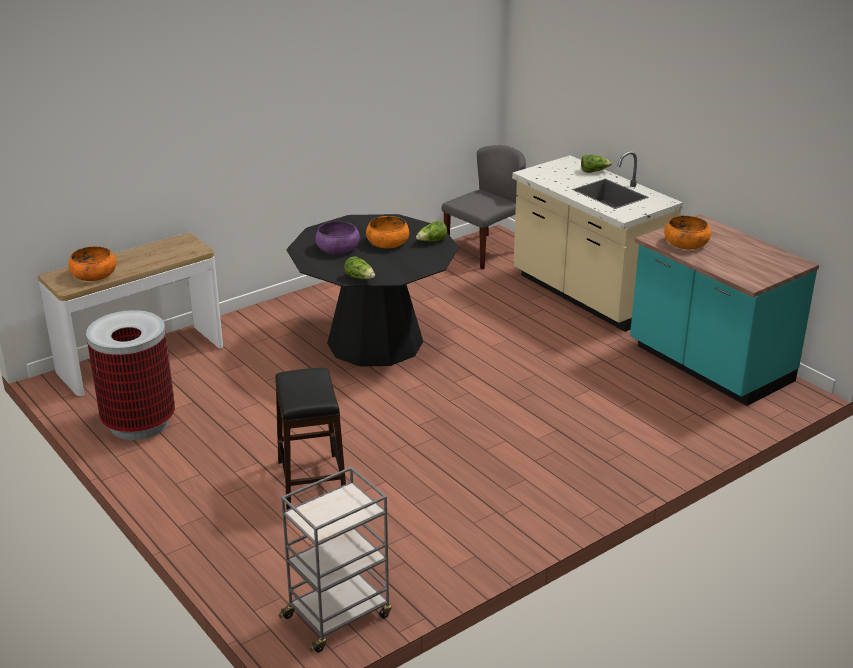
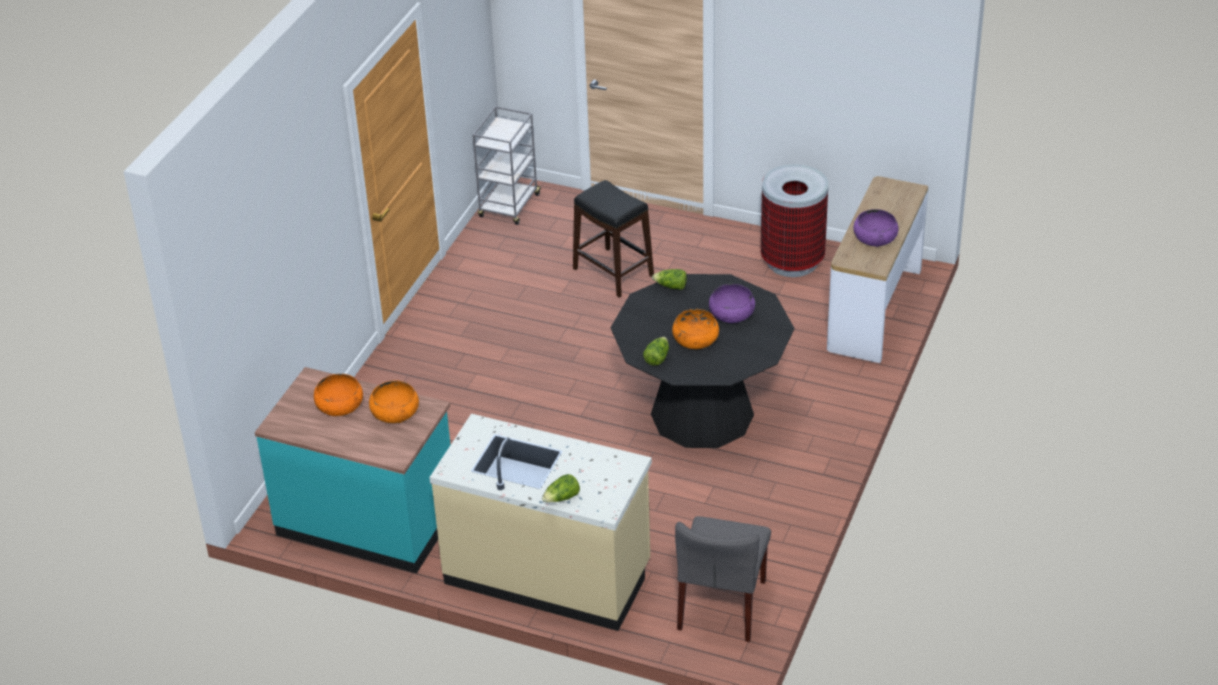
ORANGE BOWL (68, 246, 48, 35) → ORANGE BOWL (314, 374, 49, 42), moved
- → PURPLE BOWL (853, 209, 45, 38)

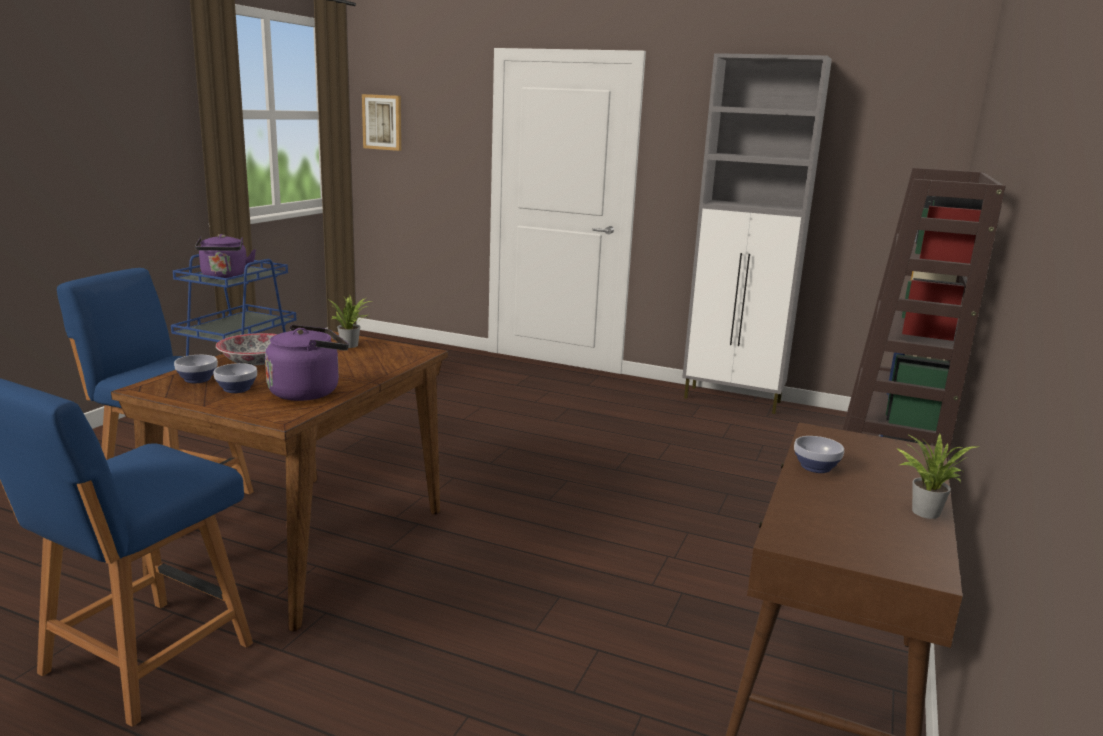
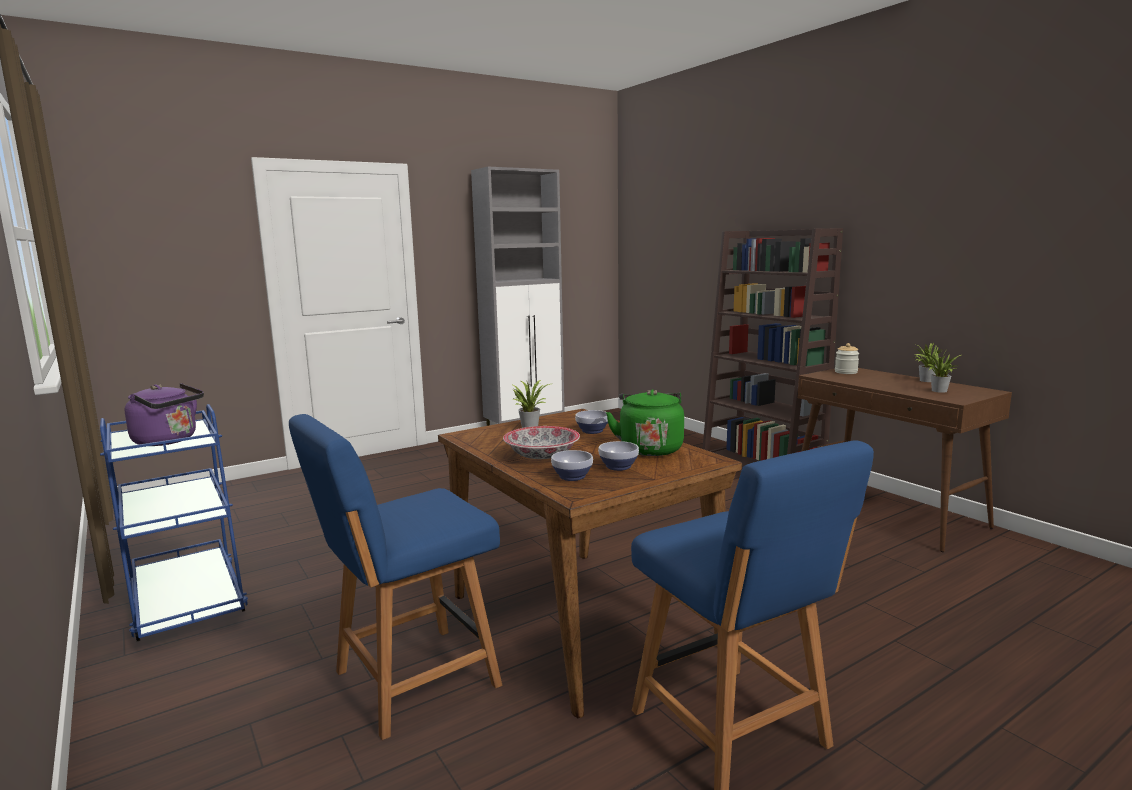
PICTURE (362, 94, 39, 57) → -
PURPLE KETTLE (265, 325, 84, 76) → GREEN KETTLE (606, 389, 78, 67)
BOWL (794, 436, 50, 37) → BOWL (575, 410, 33, 24), moved
- → JAR (835, 343, 24, 31)
- → POTTED PLANT (924, 351, 37, 42)

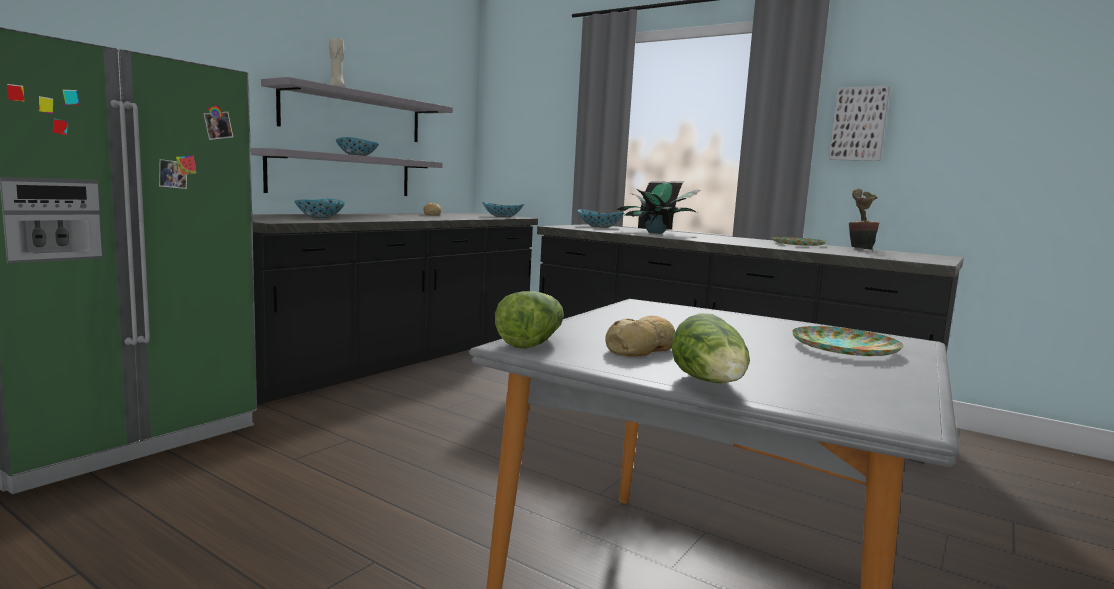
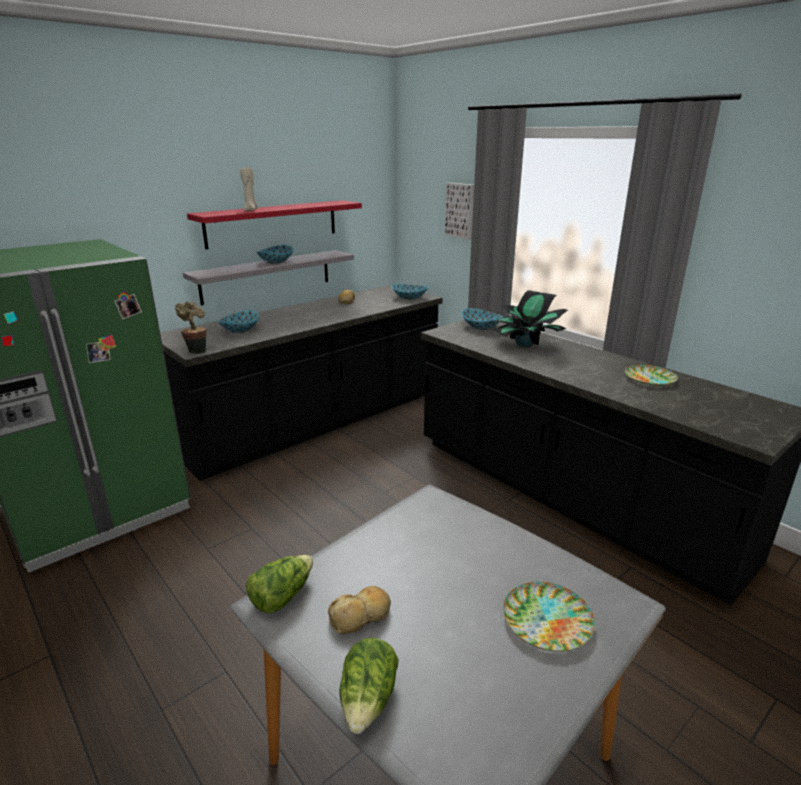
GREY SHELF (261, 77, 192, 65) → RED SHELF (187, 200, 175, 49)
PICTURE (829, 86, 61, 75) → PICTURE (445, 183, 29, 56), moved
POTTED PLANT (849, 189, 31, 61) → POTTED PLANT (175, 301, 31, 53), moved

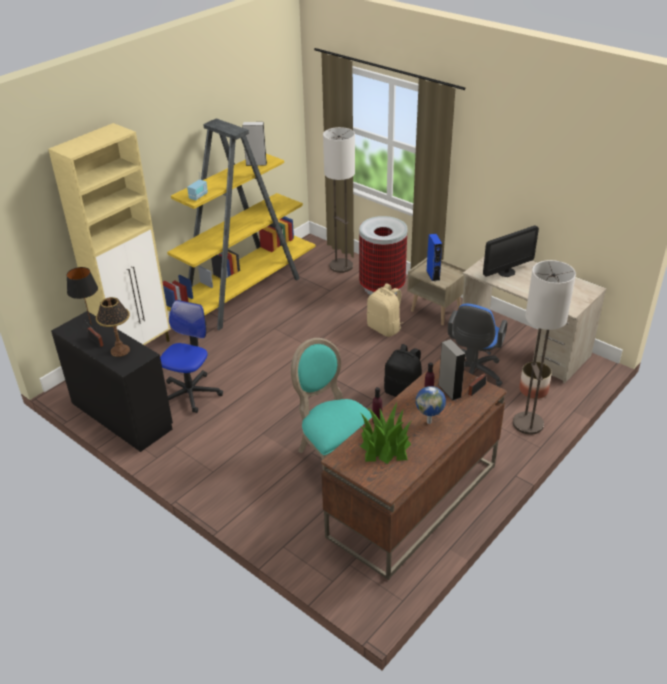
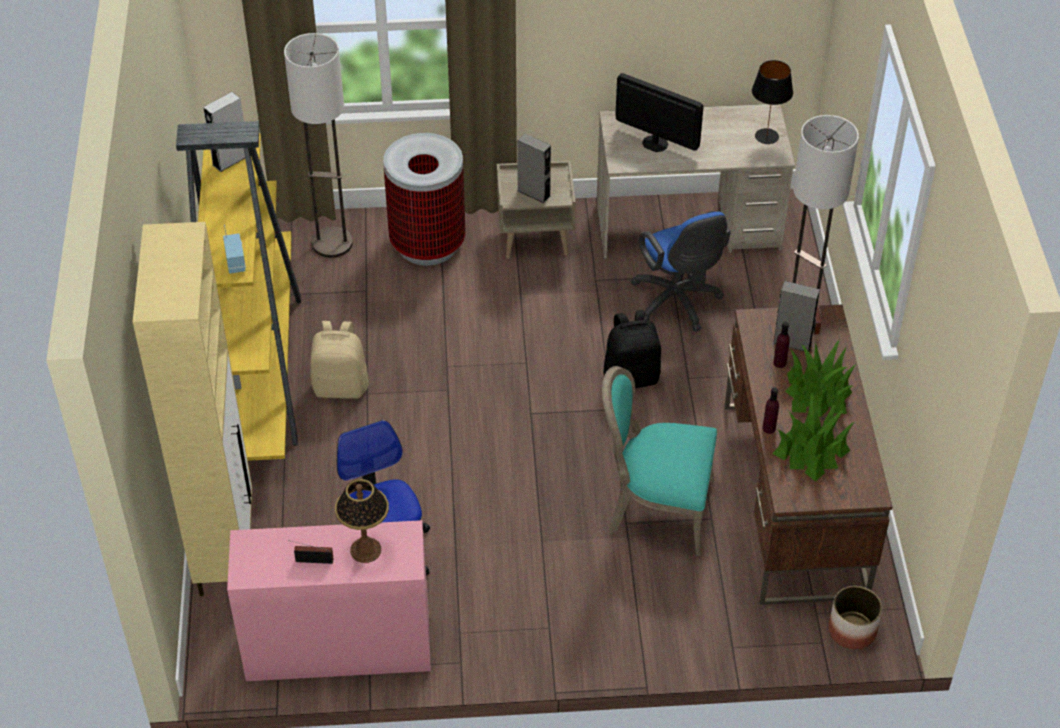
MONITOR (483, 226, 56, 51) → MONITOR (616, 73, 87, 79), 75 degrees counterclockwise
BLUE SPEAKER (427, 234, 15, 48) → GREY SPEAKER (517, 133, 34, 70)
BLACK TABLE LAMP (67, 267, 33, 63) → BLACK TABLE LAMP (752, 60, 41, 84), moved
BEIGE BACKPACK (367, 283, 36, 54) → BEIGE BACKPACK (311, 321, 57, 78), moved
BLACK DESK (51, 311, 122, 141) → PINK DESK (227, 520, 204, 161)
PLANTER (519, 362, 33, 37) → PLANTER (828, 586, 54, 63), moved
GLOBE (416, 386, 30, 38) → POTTED PLANT (785, 340, 71, 77)

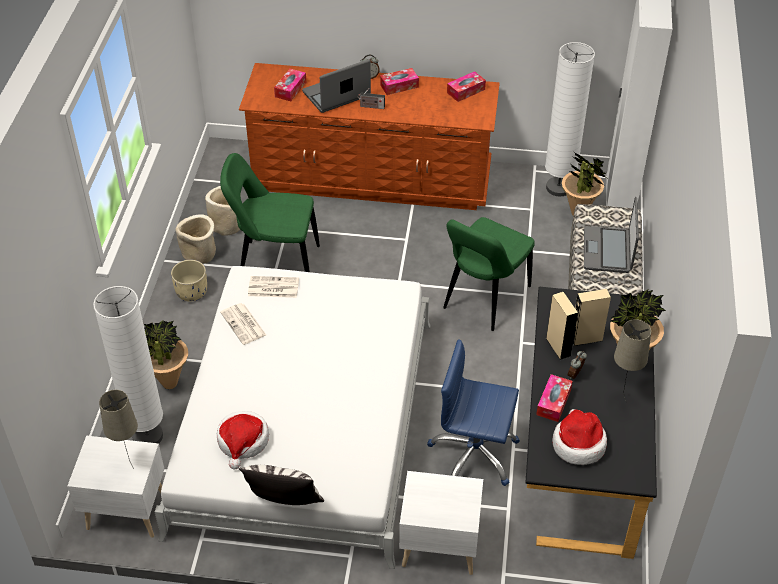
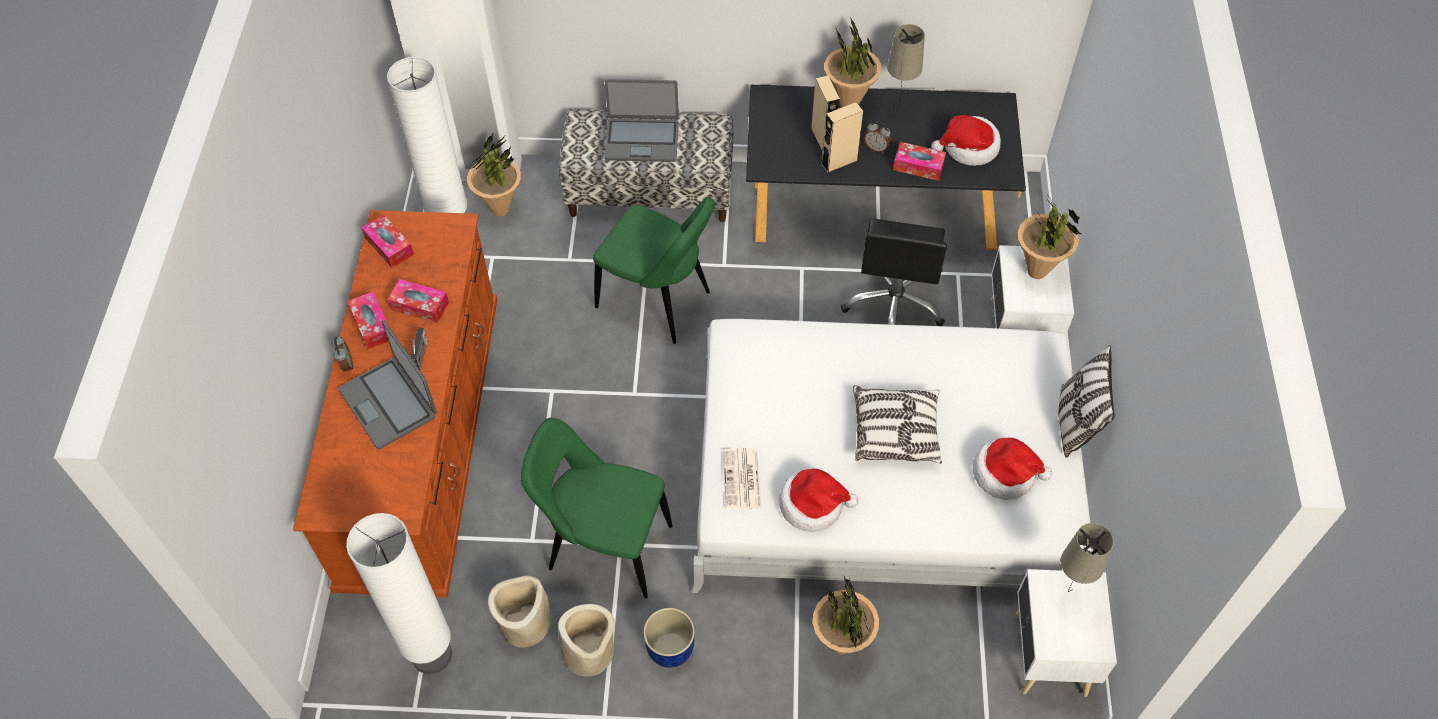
TISSUE BOX (274, 69, 32, 32) → TISSUE BOX (387, 279, 62, 44), moved
GREEN CHAIR (220, 153, 100, 119) → GREEN CHAIR (521, 418, 151, 180), 105 degrees clockwise
BEIGE PLANTER (171, 260, 36, 42) → BLUE PLANTER (643, 608, 52, 60)
WHITE FLOOR LAMP (93, 286, 70, 157) → WHITE FLOOR LAMP (346, 513, 106, 161), moved
NEWSPAPER (220, 303, 46, 42) → HAT (779, 469, 79, 63)
BLUE OFFICE CHAIR (427, 339, 93, 147) → BLACK OFFICE CHAIR (841, 218, 106, 108)
- → POTTED PLANT (1018, 191, 63, 88)
- → PILLOW (853, 385, 89, 78)

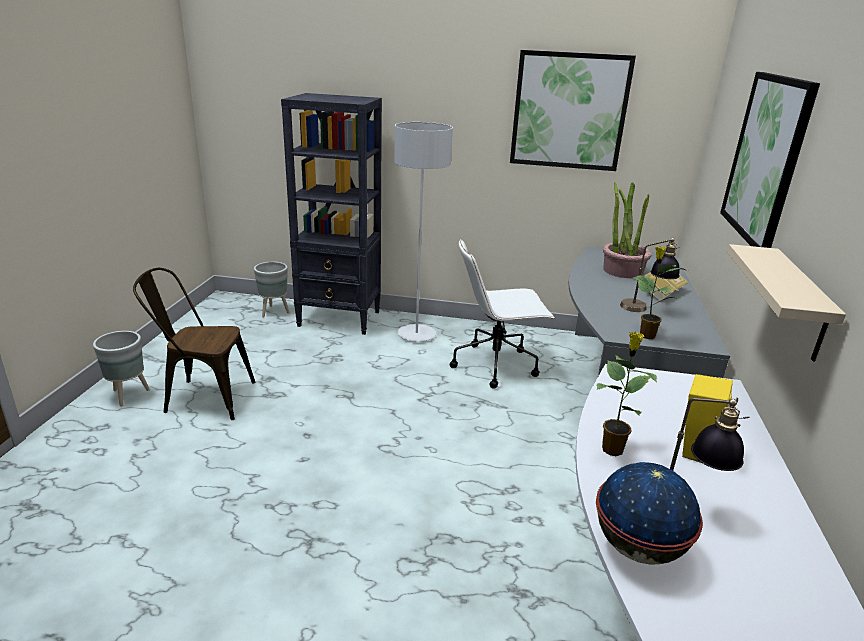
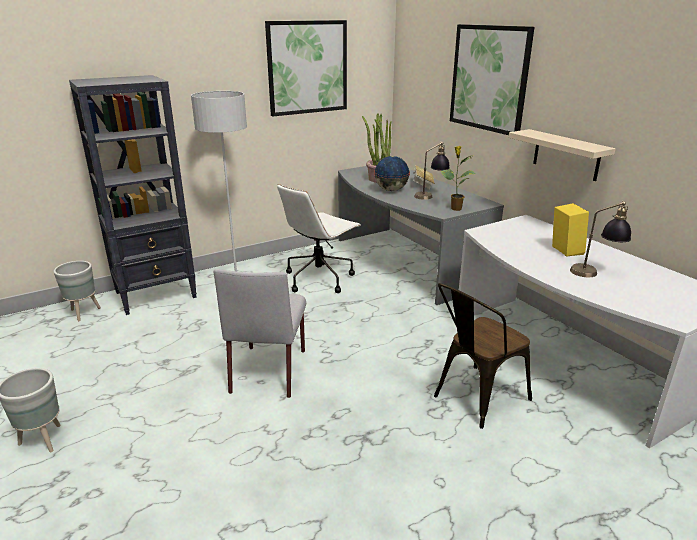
BROWN CHAIR (133, 268, 123, 152) → BROWN CHAIR (434, 283, 98, 146), moved
POTTED PLANT (597, 332, 60, 124) → -
GLOBE (596, 462, 107, 103) → GLOBE (374, 156, 36, 35), moved
- → GREY CHAIR (214, 269, 92, 129)

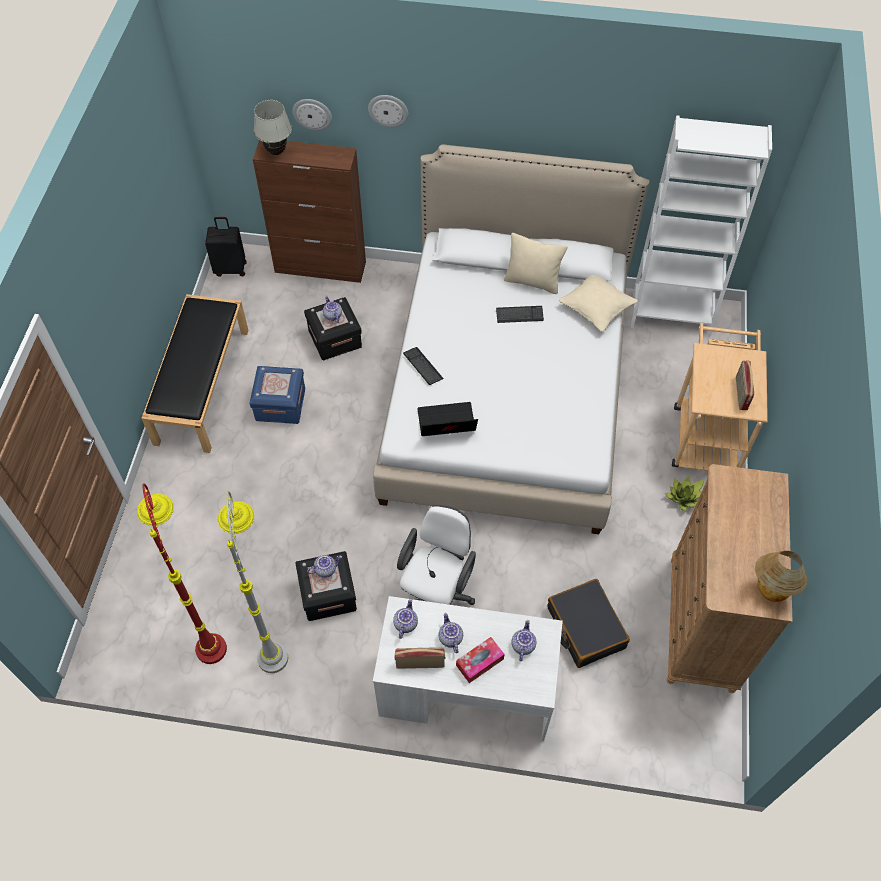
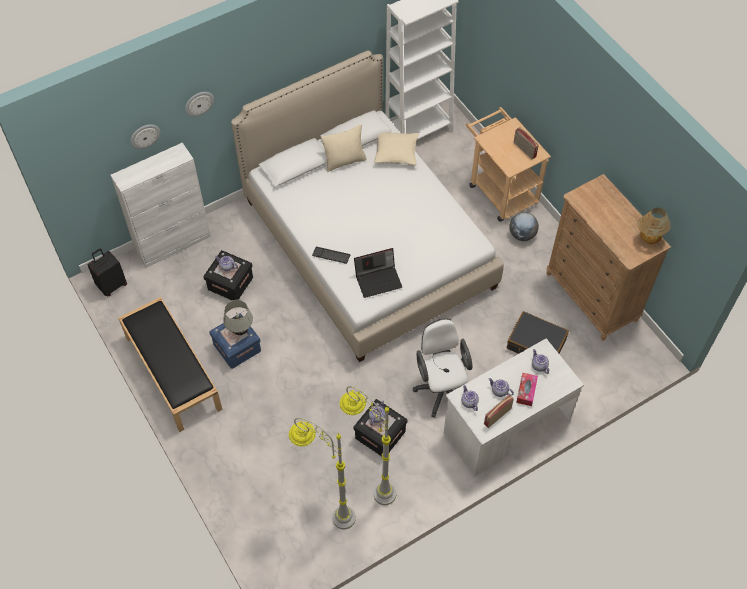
WHITE TABLE LAMP (254, 100, 38, 55) → WHITE TABLE LAMP (223, 300, 30, 35), moved
BROWN CABINET (253, 140, 113, 143) → WHITE CABINET (111, 142, 100, 126)
KEYBOARD (496, 306, 48, 17) → -
LAPTOP (417, 402, 61, 34) → LAPTOP (354, 248, 48, 50), 150 degrees counterclockwise
POTTED PLANT (664, 476, 40, 35) → GLOBE (509, 212, 30, 29)
RED FLOOR LAMP (137, 483, 90, 181) → GREY FLOOR LAMP (289, 417, 67, 112)

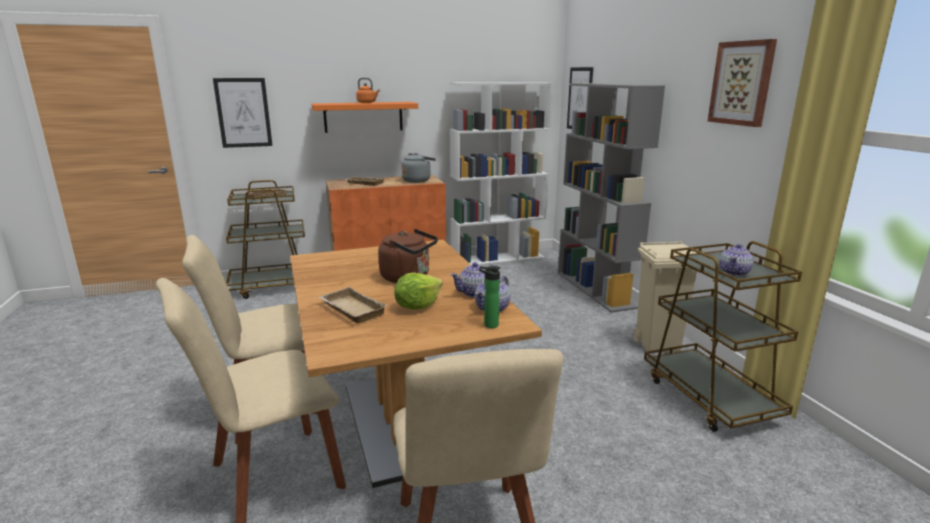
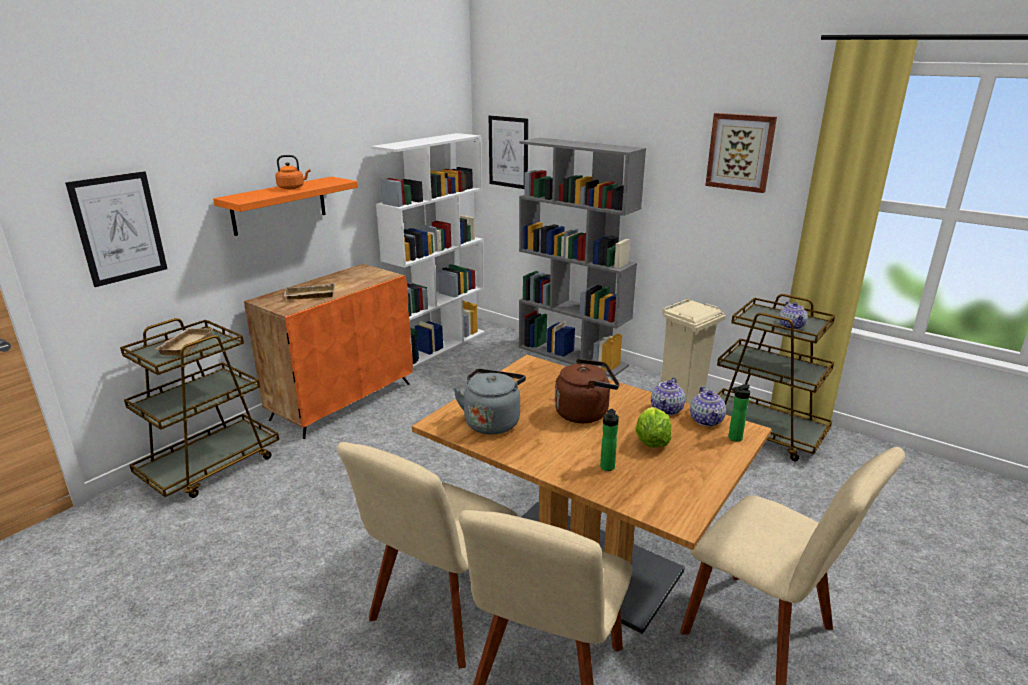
GREY KETTLE (401, 153, 35, 30) → GREY KETTLE (453, 369, 73, 65), moved
BEIGE TRAY (319, 287, 68, 36) → BOTTLE (600, 409, 19, 62)

